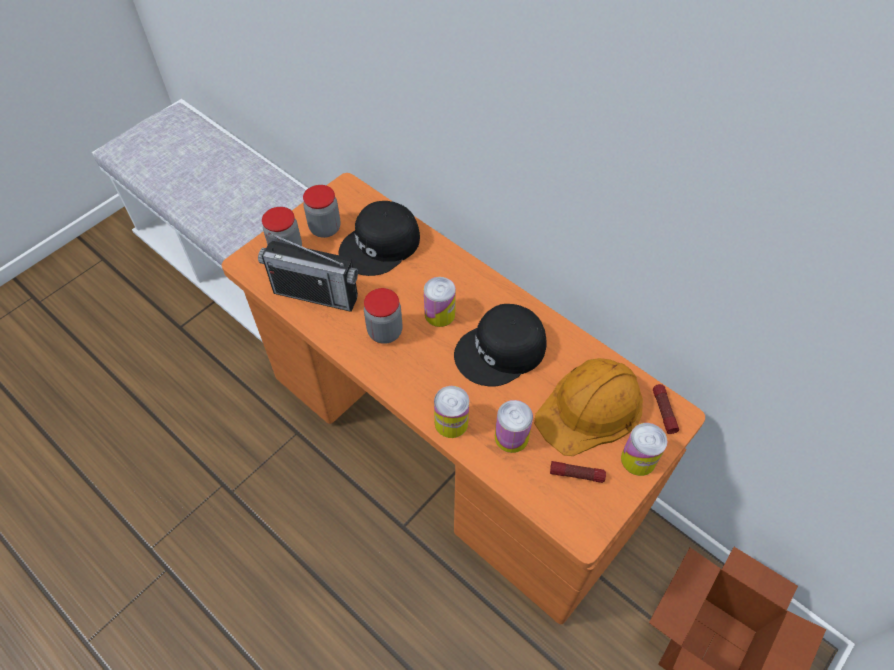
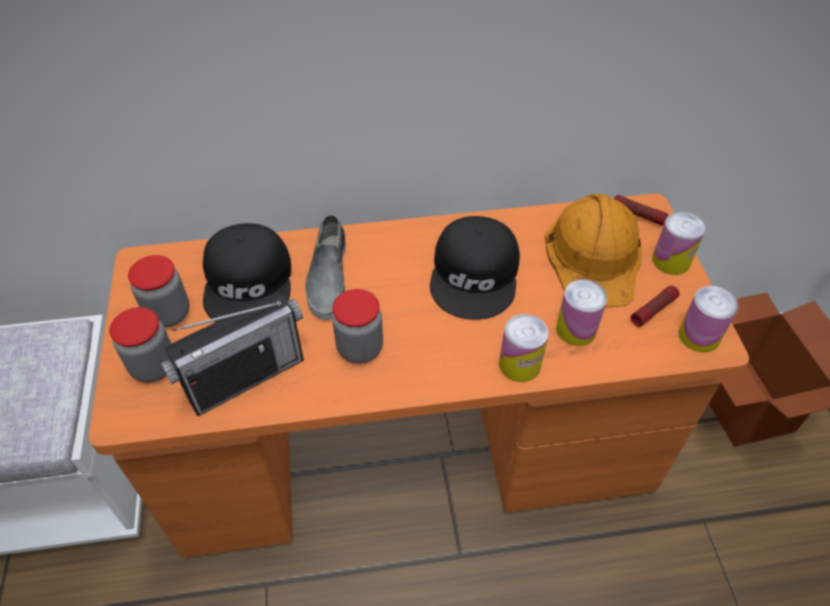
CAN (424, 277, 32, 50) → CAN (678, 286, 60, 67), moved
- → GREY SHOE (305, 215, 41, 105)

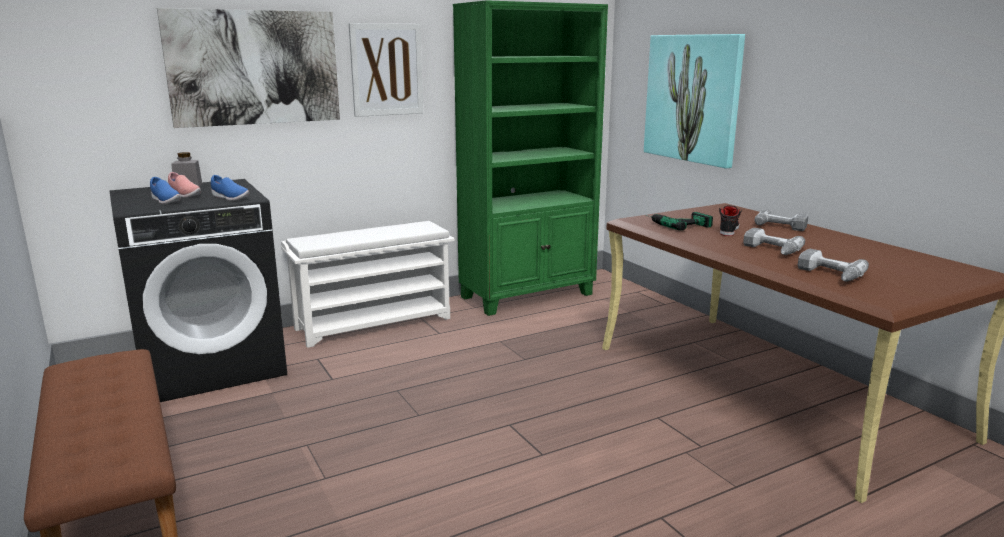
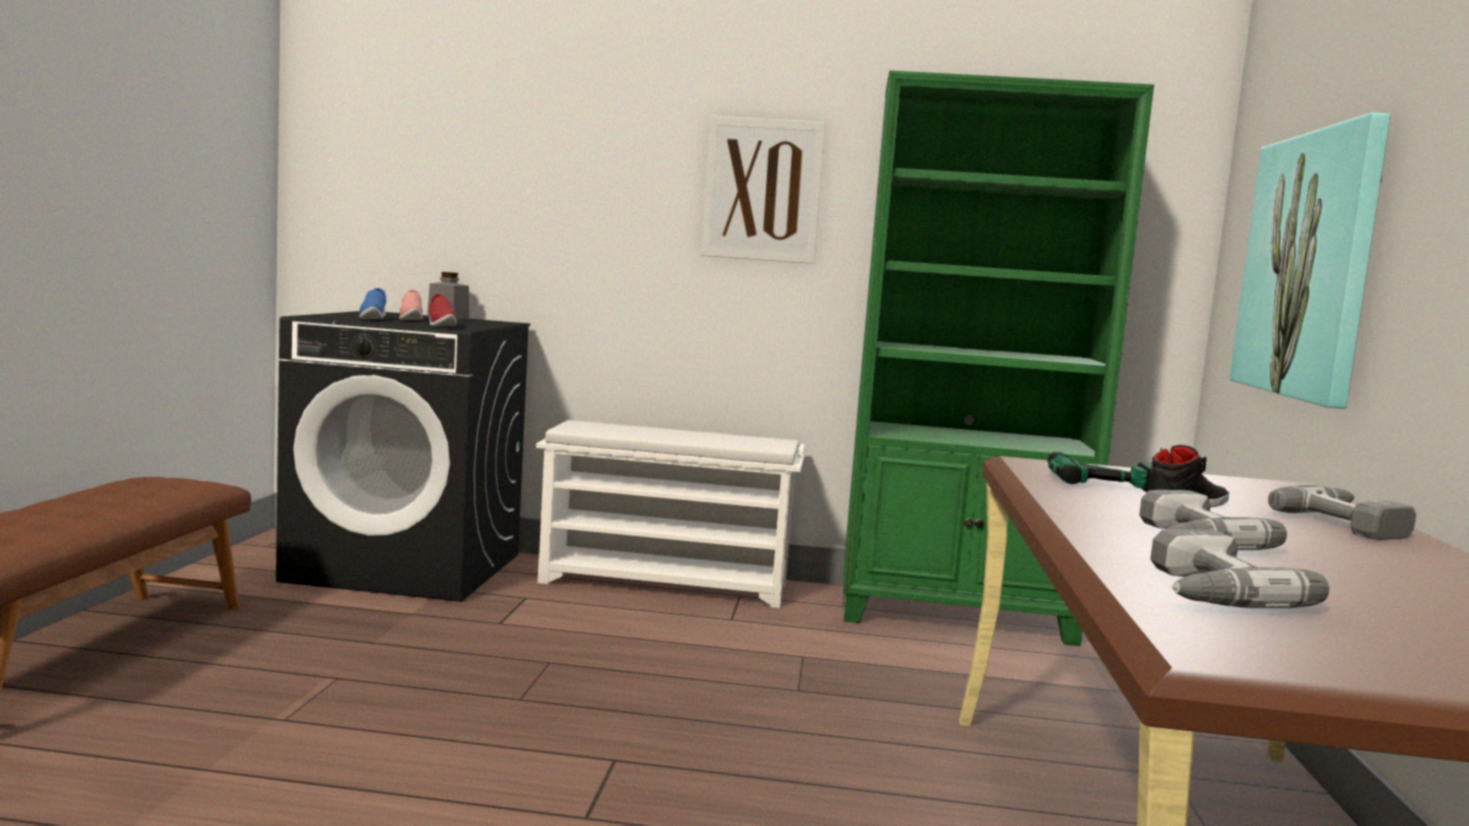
PICTURE (157, 8, 183, 120) → -
BLUE SHOE (211, 175, 38, 26) → RED SHOE (429, 294, 28, 33)

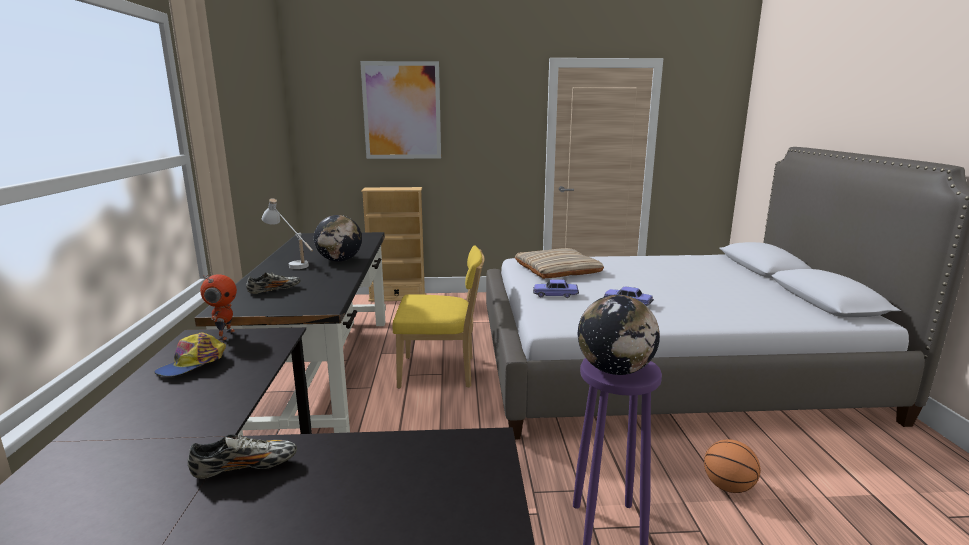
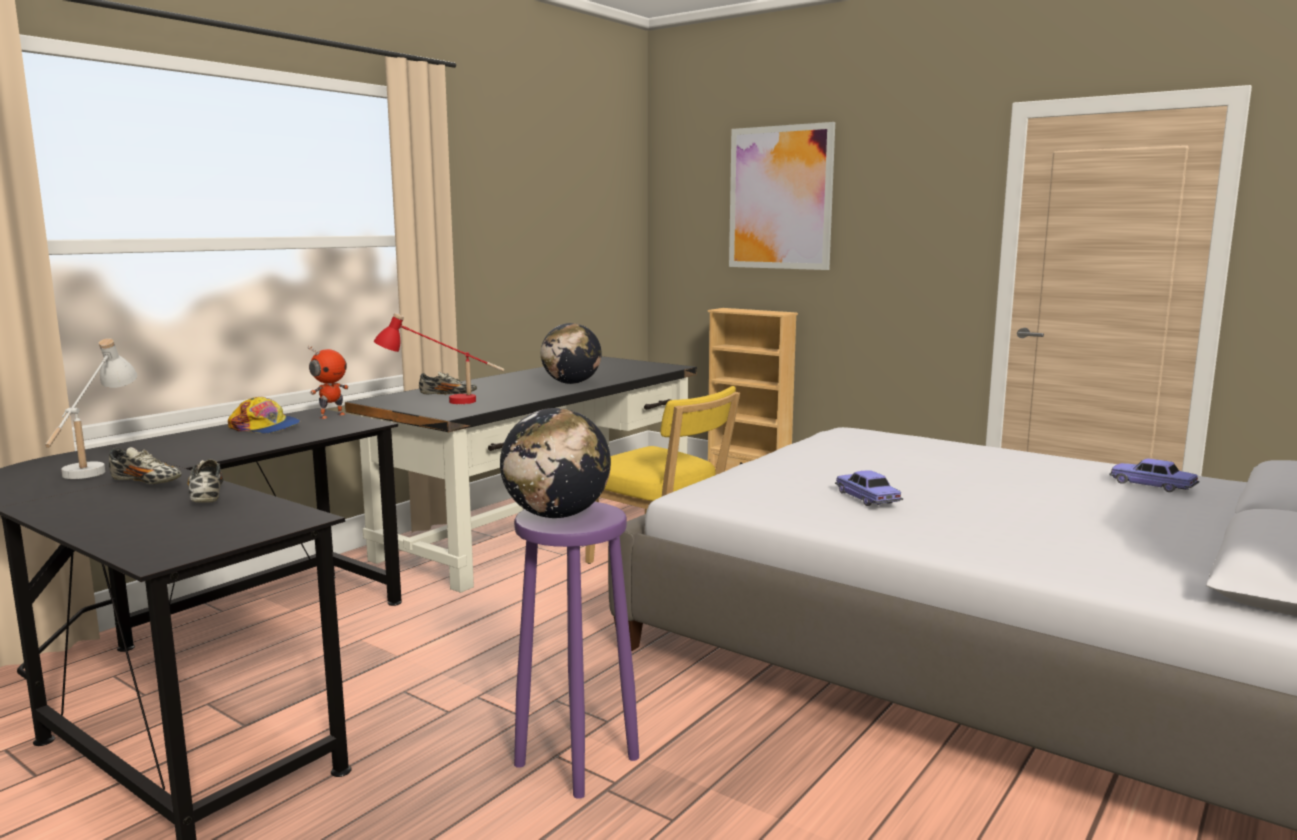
WHITE TABLE LAMP (262, 198, 51, 71) → WHITE TABLE LAMP (45, 338, 92, 141), moved
BEIGE PILLOW (515, 248, 89, 31) → -
TOY CAR (533, 279, 46, 19) → TOY CAR (1109, 458, 90, 34), moved
CAP (154, 332, 72, 44) → CAP (228, 397, 72, 37), 135 degrees counterclockwise
BASKETBALL (704, 439, 57, 54) → -
- → RED TABLE LAMP (374, 313, 130, 91)
- → SHOE (187, 459, 37, 44)

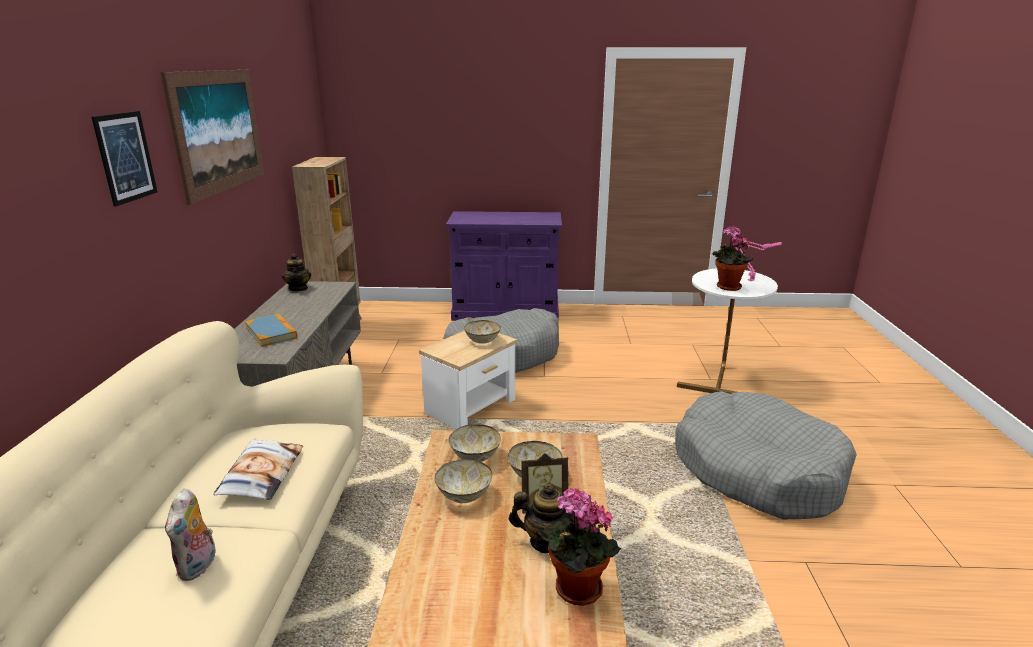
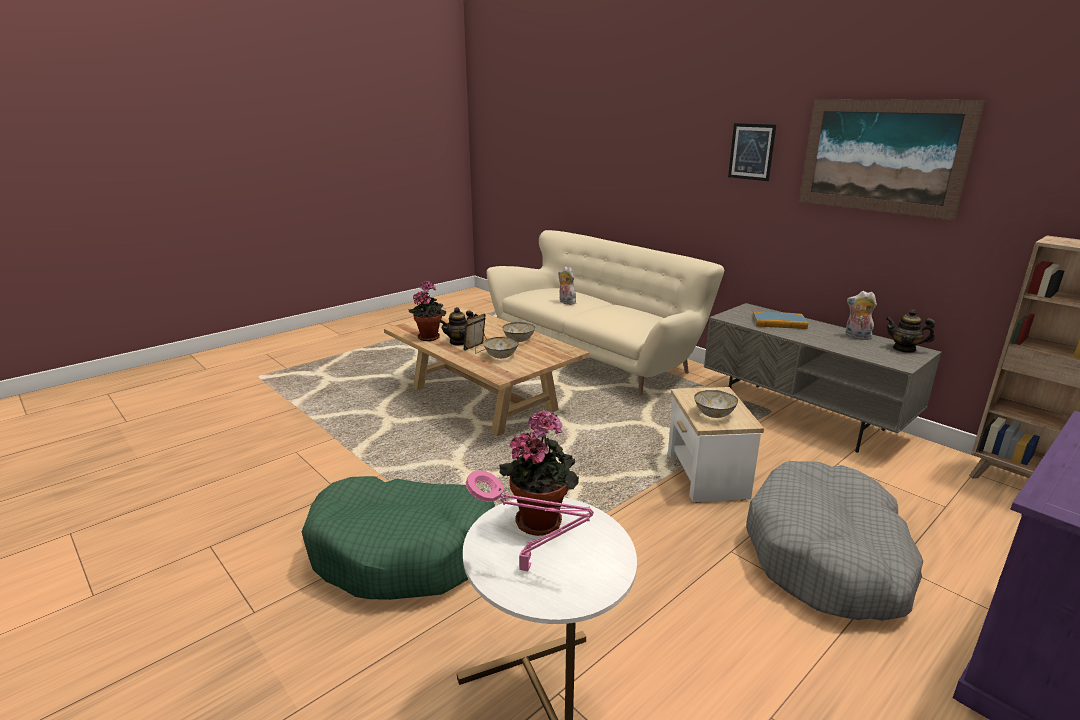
GREY DOG BED (675, 391, 182, 128) → GREEN DOG BED (302, 476, 193, 124)
BOWL (449, 424, 52, 38) → -
PILLOW (213, 439, 90, 61) → -
- → PLUSH TOY (846, 291, 31, 49)

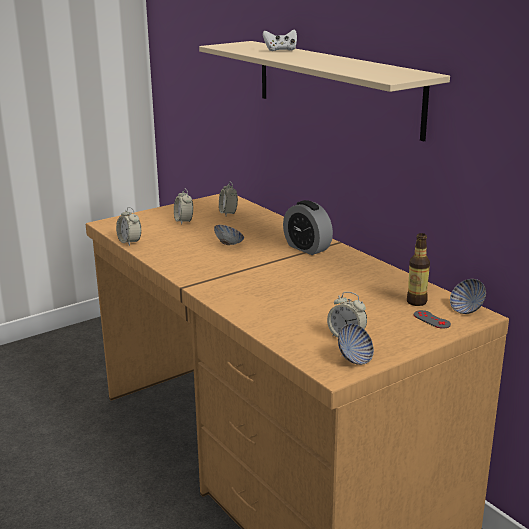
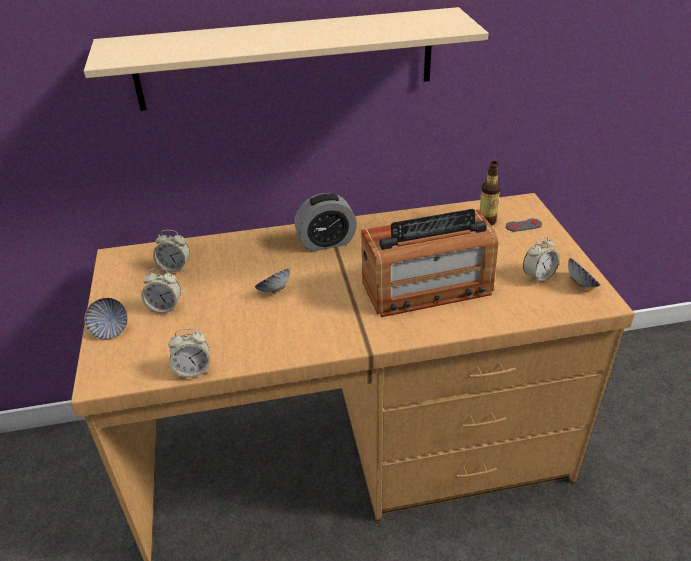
WHITE GAME CONTROLLER (263, 30, 34, 21) → -
BOWL (450, 279, 36, 35) → BOWL (84, 298, 44, 42), moved
- → RADIO (362, 209, 136, 108)

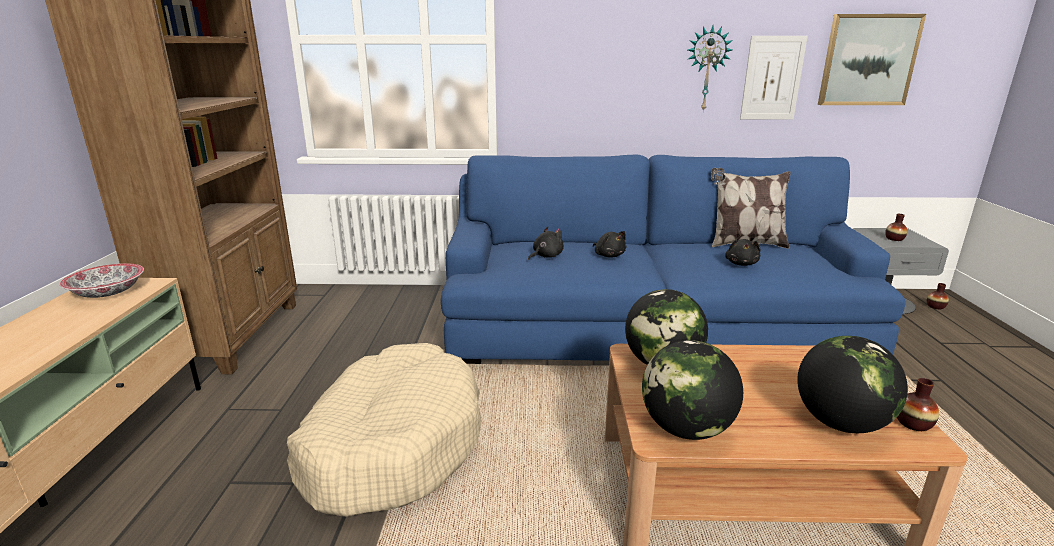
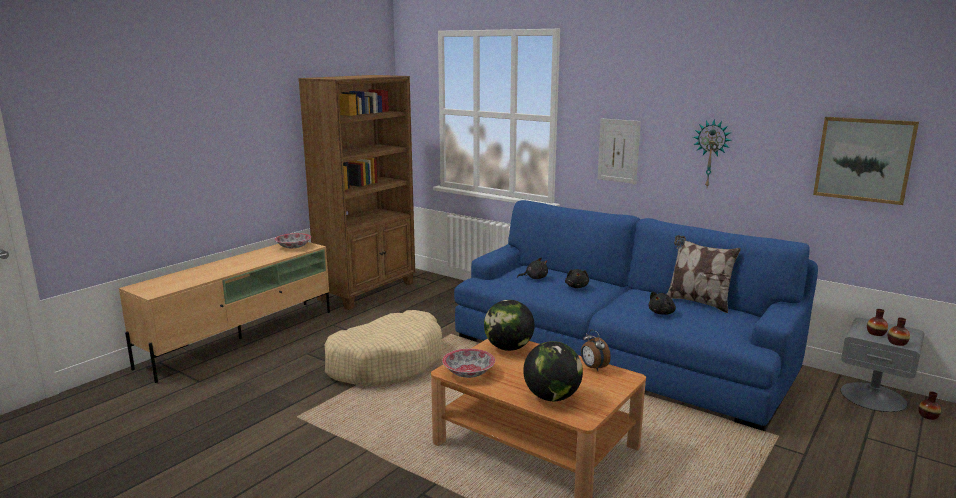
PICTURE (740, 36, 68, 84) → PICTURE (597, 118, 44, 66), moved
GLOBE (642, 340, 101, 100) → BOWL (442, 349, 53, 29)
VASE (897, 378, 42, 53) → VASE (888, 318, 22, 28), moved
- → ALARM CLOCK (581, 330, 30, 41)

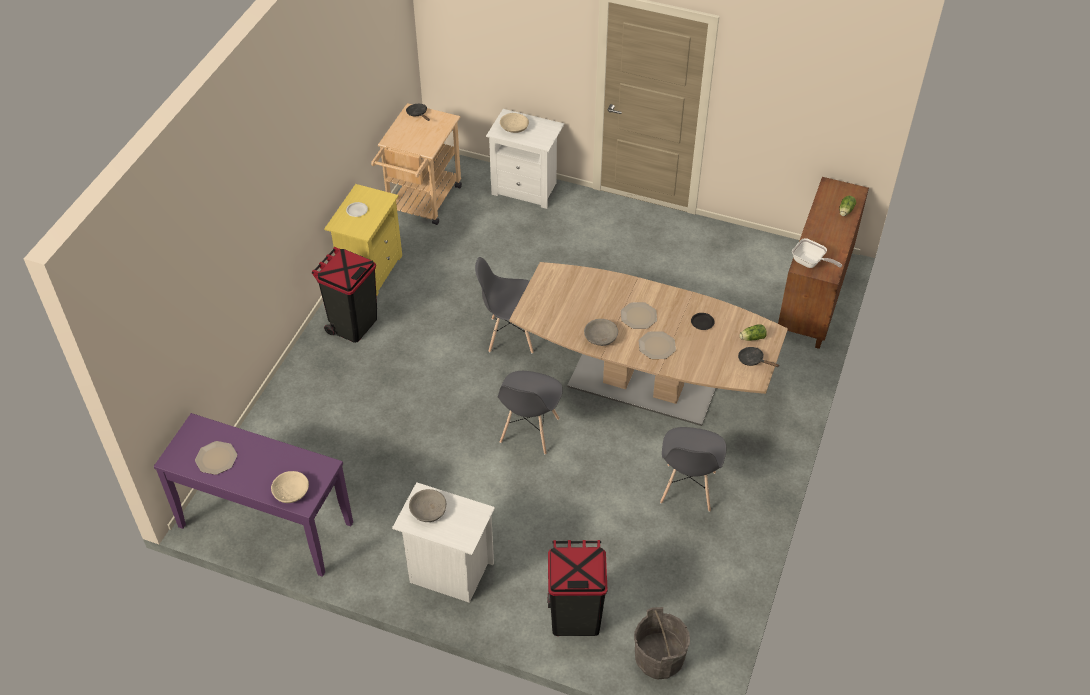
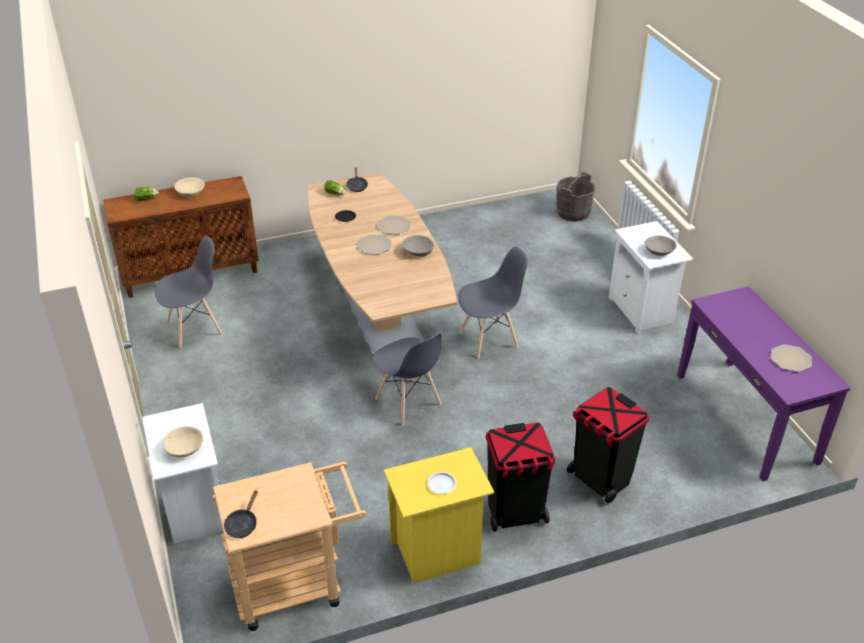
FRYING PAN (792, 238, 50, 30) → -
GREY CHAIR (660, 427, 67, 85) → GREY CHAIR (155, 236, 68, 112), moved
BEIGE BOWL (271, 471, 38, 32) → BEIGE BOWL (174, 177, 31, 20), moved
BLACK TRASH CAN (547, 540, 61, 96) → BLACK TRASH CAN (567, 387, 82, 116), moved

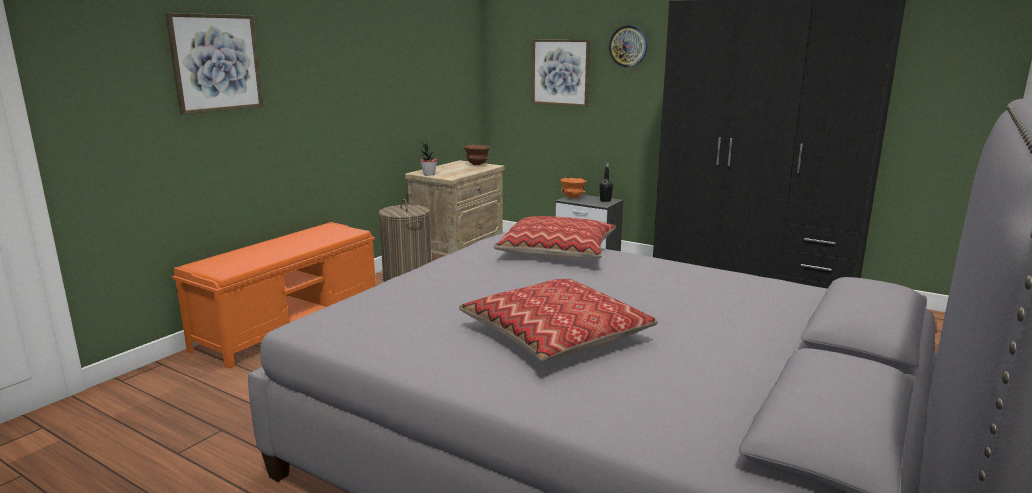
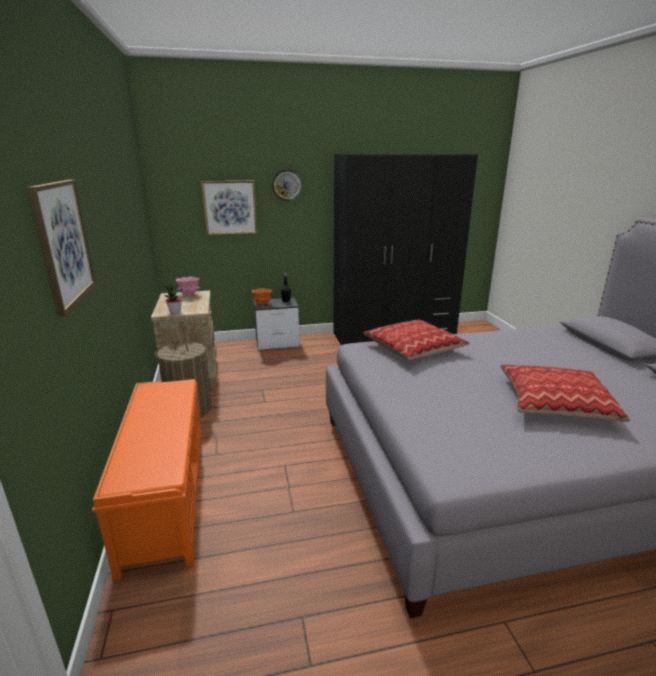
BROWN BOWL (463, 145, 28, 20) → PINK BOWL (175, 276, 25, 19)

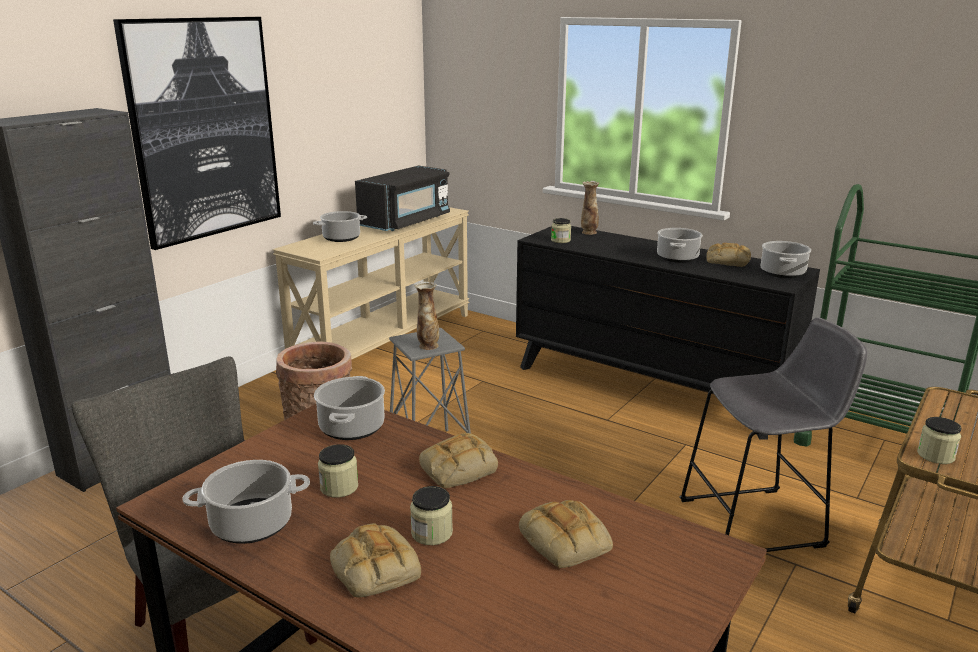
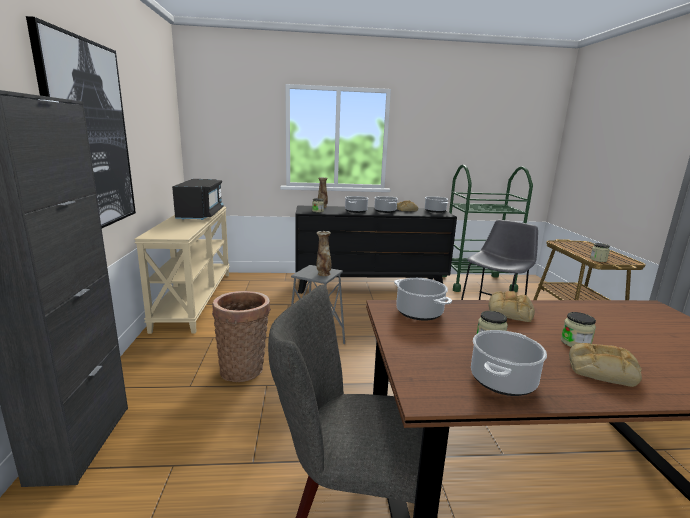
COOKING POT (313, 211, 54, 31) → COOKING POT (345, 196, 24, 17), moved
BREAD (519, 500, 94, 68) → -

